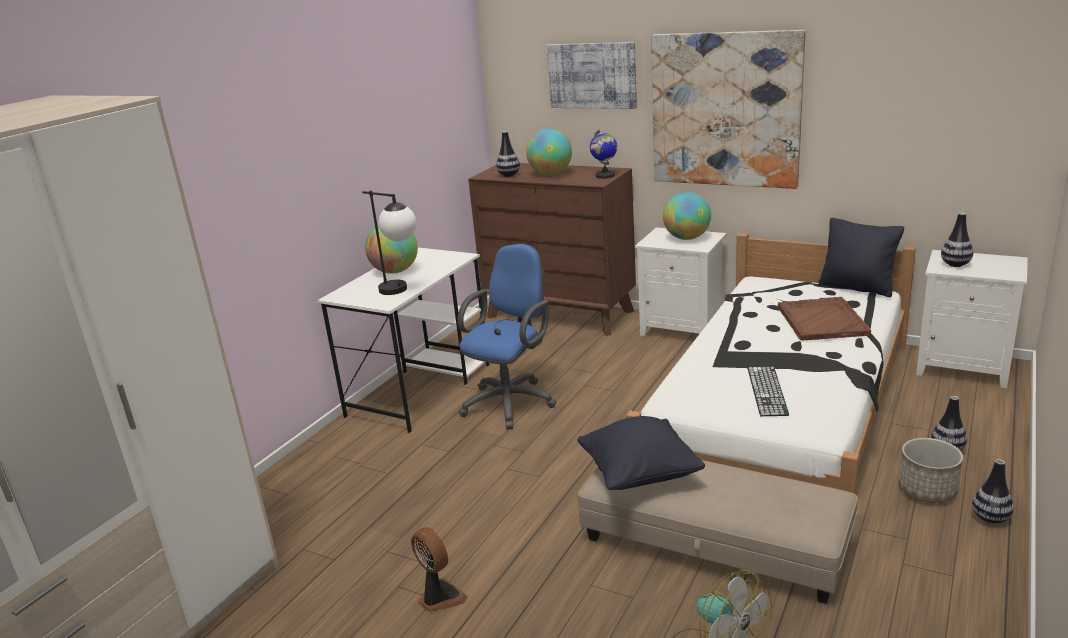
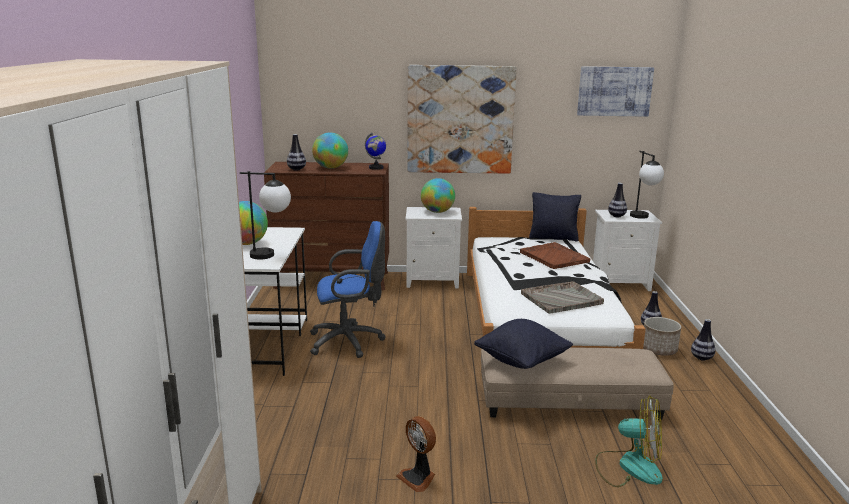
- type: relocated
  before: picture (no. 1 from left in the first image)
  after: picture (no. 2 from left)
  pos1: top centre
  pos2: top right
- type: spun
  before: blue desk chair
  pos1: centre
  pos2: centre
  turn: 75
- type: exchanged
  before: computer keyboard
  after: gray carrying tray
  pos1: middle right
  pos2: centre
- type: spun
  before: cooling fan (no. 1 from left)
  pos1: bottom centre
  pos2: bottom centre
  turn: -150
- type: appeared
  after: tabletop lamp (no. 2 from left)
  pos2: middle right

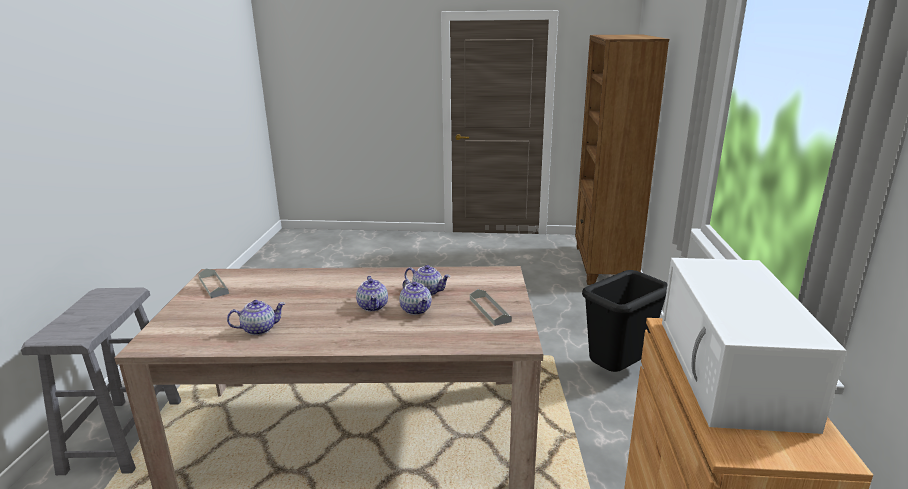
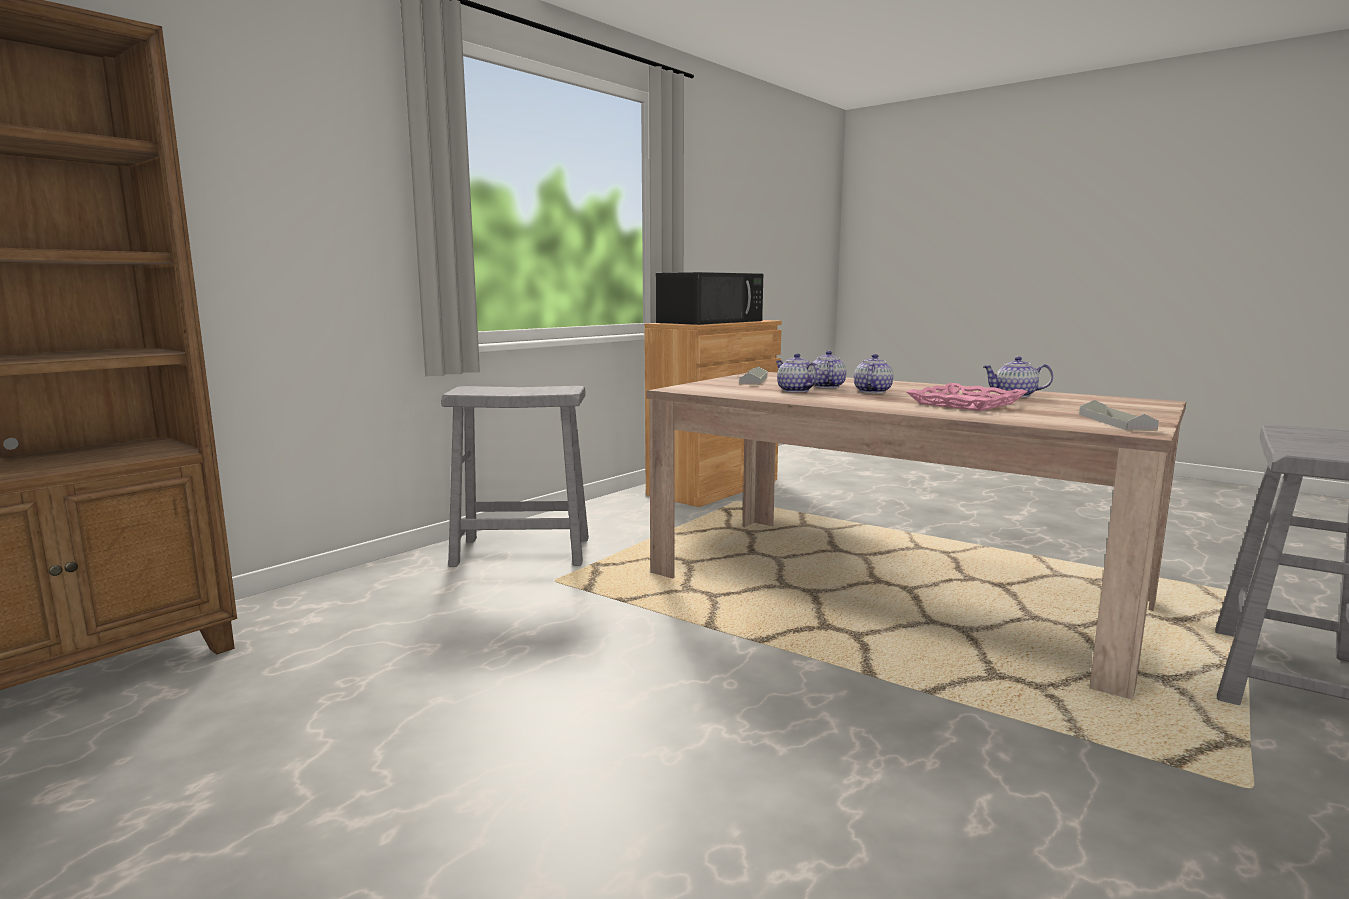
- type: colour
  before: white microwave
  after: blackish microwave
  pos1: bottom right
  pos2: top centre
- type: exchanged
  before: blackish trash can
  after: gray stool seat (no. 1 from left)
  pos1: middle right
  pos2: centre
- type: appeared
  after: pink-coloured carrying tray
  pos2: middle right

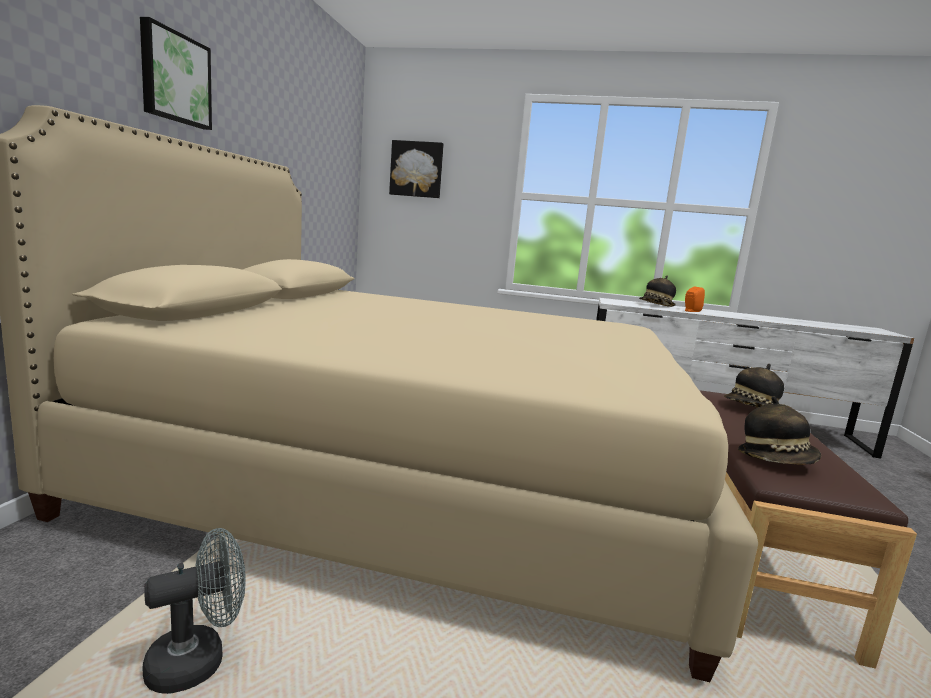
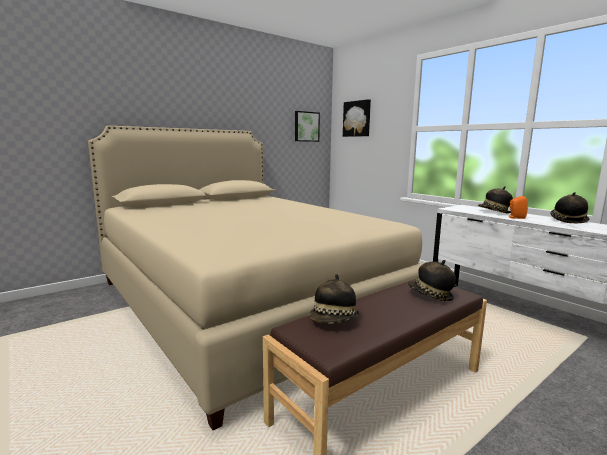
- type: relocated
  before: picture (no. 1 from left)
  pos1: top left
  pos2: top centre
- type: missing
  before: gray cooling fan
  pos1: bottom left
- type: appeared
  after: hat (no. 4 from left)
  pos2: middle right

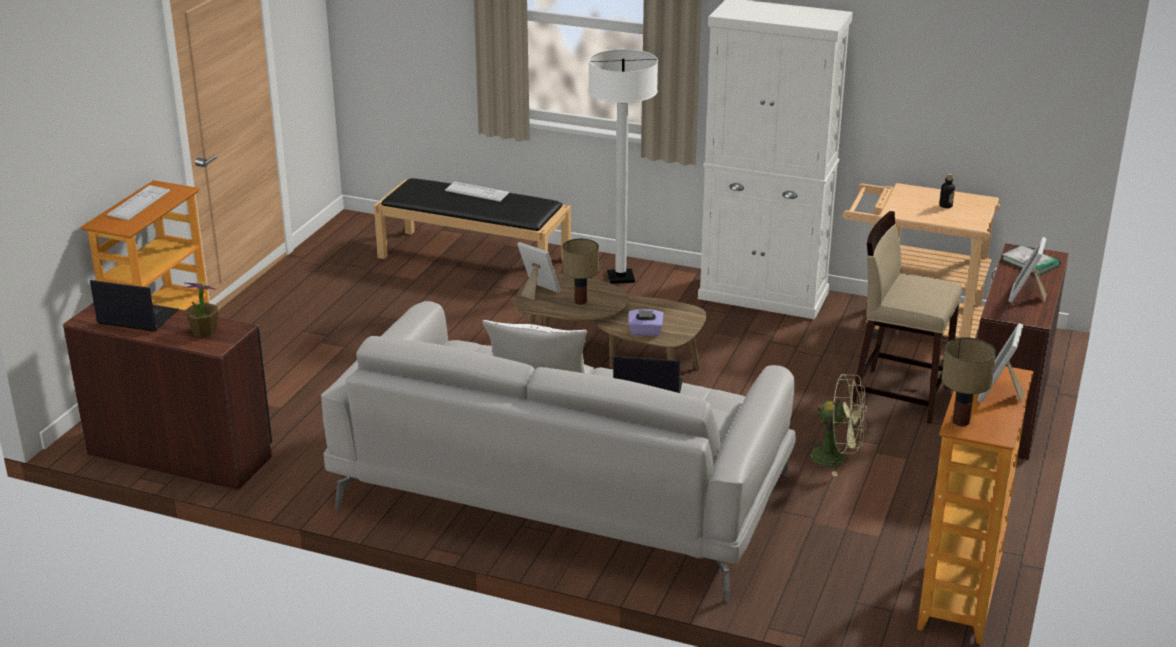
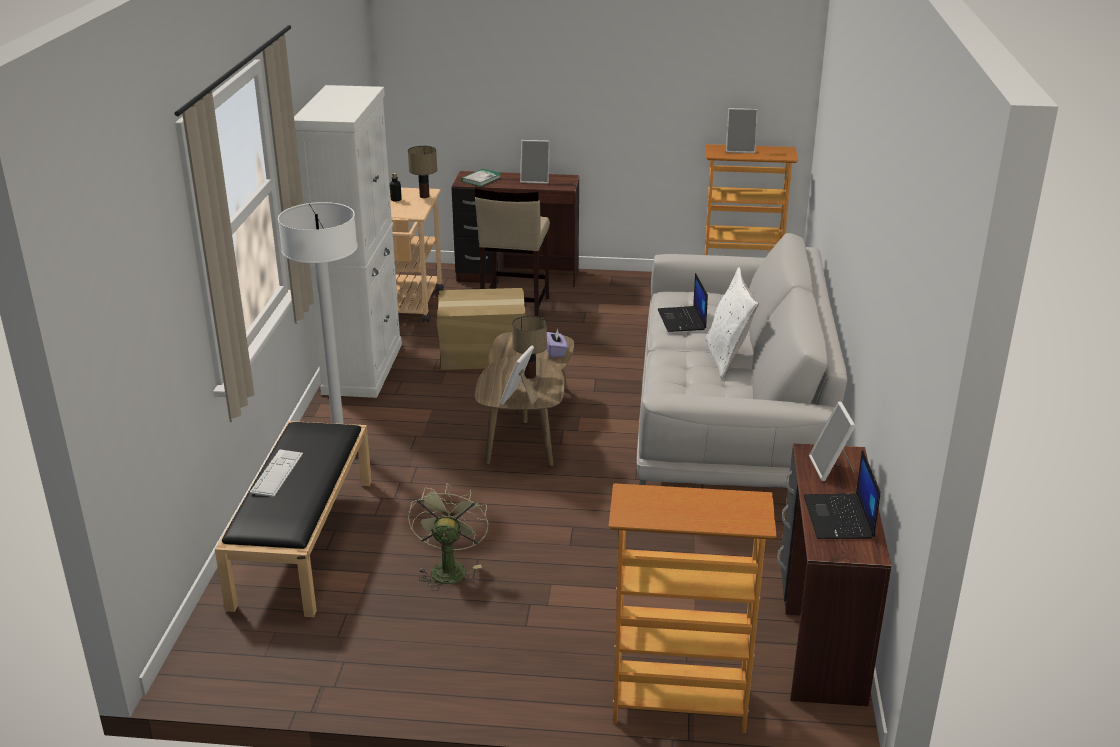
- type: missing
  before: computer keyboard (no. 1 from left)
  pos1: top left
- type: exchanged
  before: plant in a pot
  after: picture frame (no. 4 from left)
  pos1: middle left
  pos2: middle right
- type: relocated
  before: tabletop lamp (no. 2 from left in the first image)
  after: tabletop lamp (no. 1 from left)
  pos1: middle right
  pos2: top centre
- type: relocated
  before: green cooling fan
  pos1: middle right
  pos2: bottom centre
- type: appeared
  after: carton
  pos2: centre

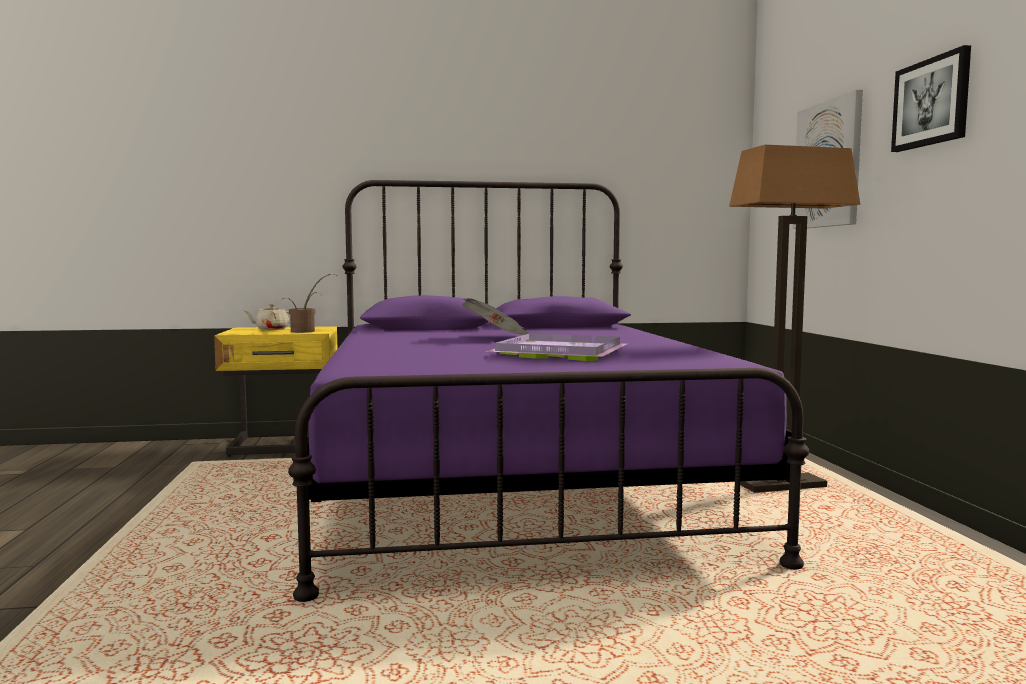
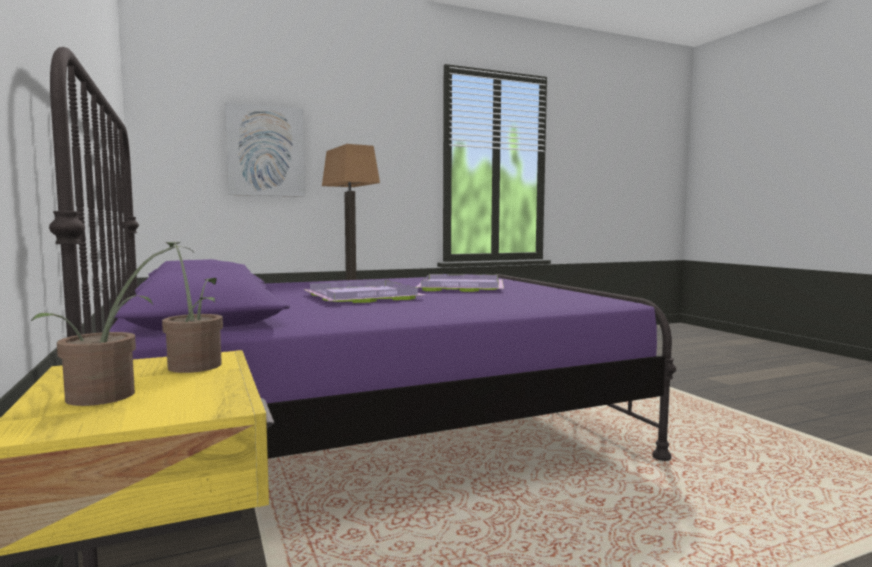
- type: missing
  before: picture (no. 2 from left)
  pos1: top right
- type: exchanged
  before: printed paper
  after: purple carrying tray (no. 1 from left)
  pos1: centre
  pos2: centre
- type: exchanged
  before: beige-coloured tea pot
  after: plant in a pot (no. 1 from left)
  pos1: middle left
  pos2: middle left

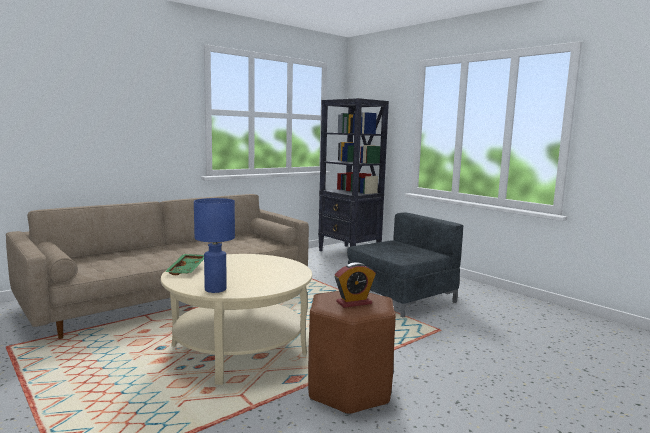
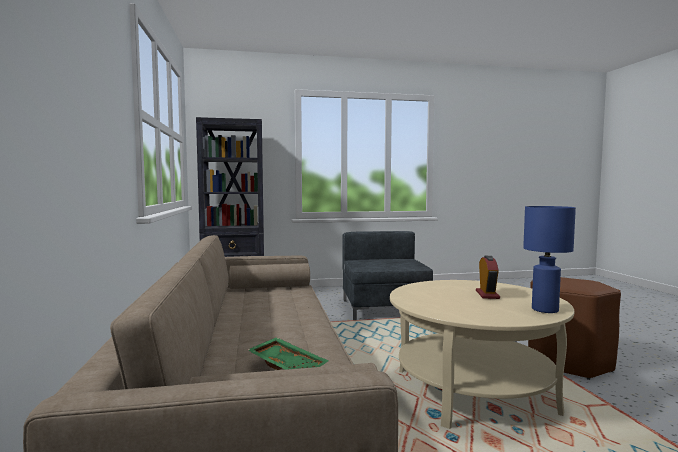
- type: relocated
  before: green carrying tray
  pos1: middle left
  pos2: bottom centre
- type: relocated
  before: table clock
  pos1: centre
  pos2: middle right

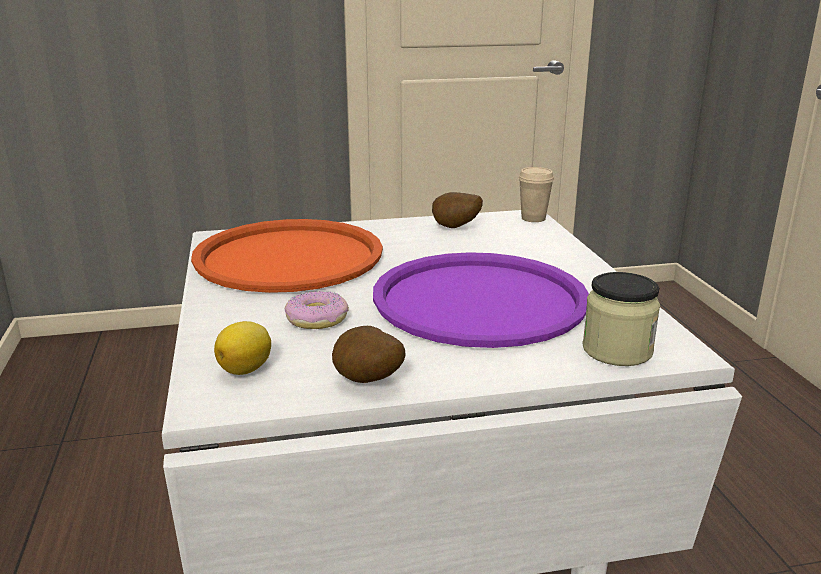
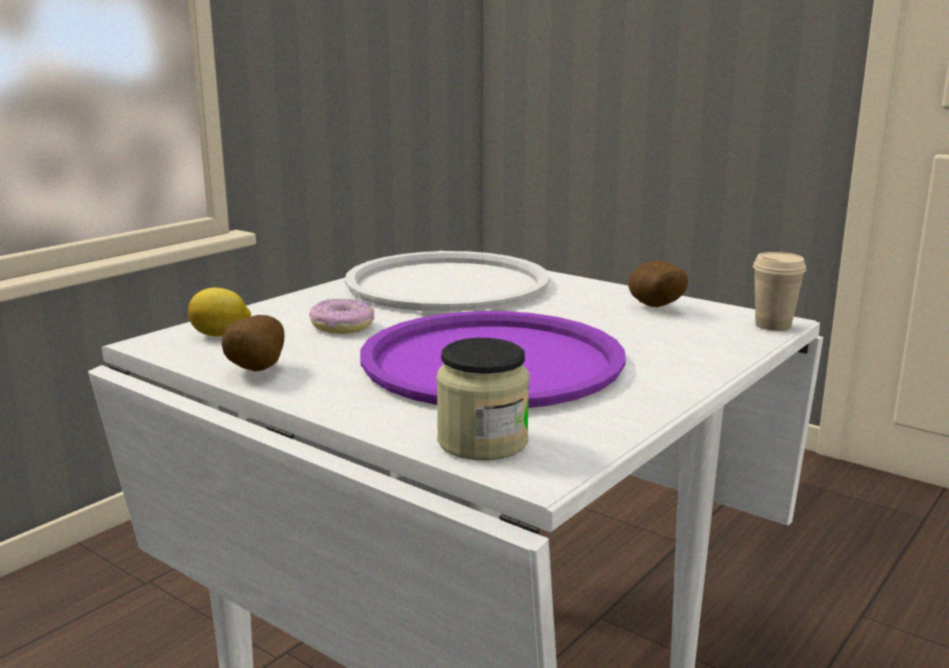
- type: colour
  before: orange carrying tray
  after: white carrying tray
  pos1: centre
  pos2: centre

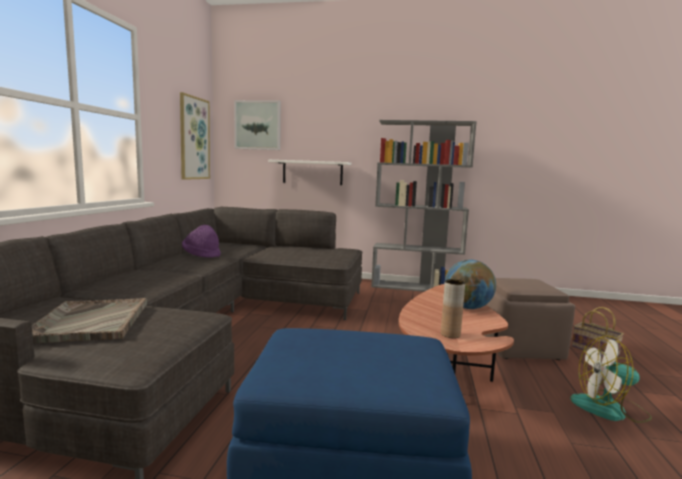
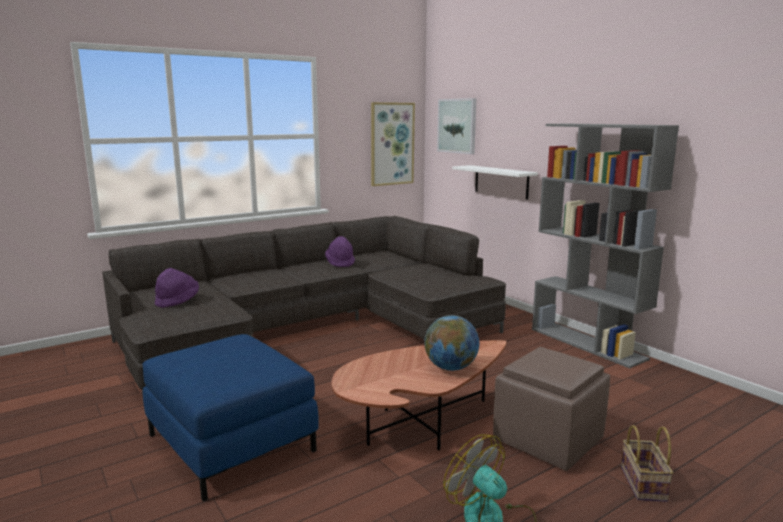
- type: missing
  before: brown-coloured flower vase
  pos1: centre
- type: exchanged
  before: gray carrying tray
  after: purple hat (no. 1 from left)
  pos1: bottom left
  pos2: middle left

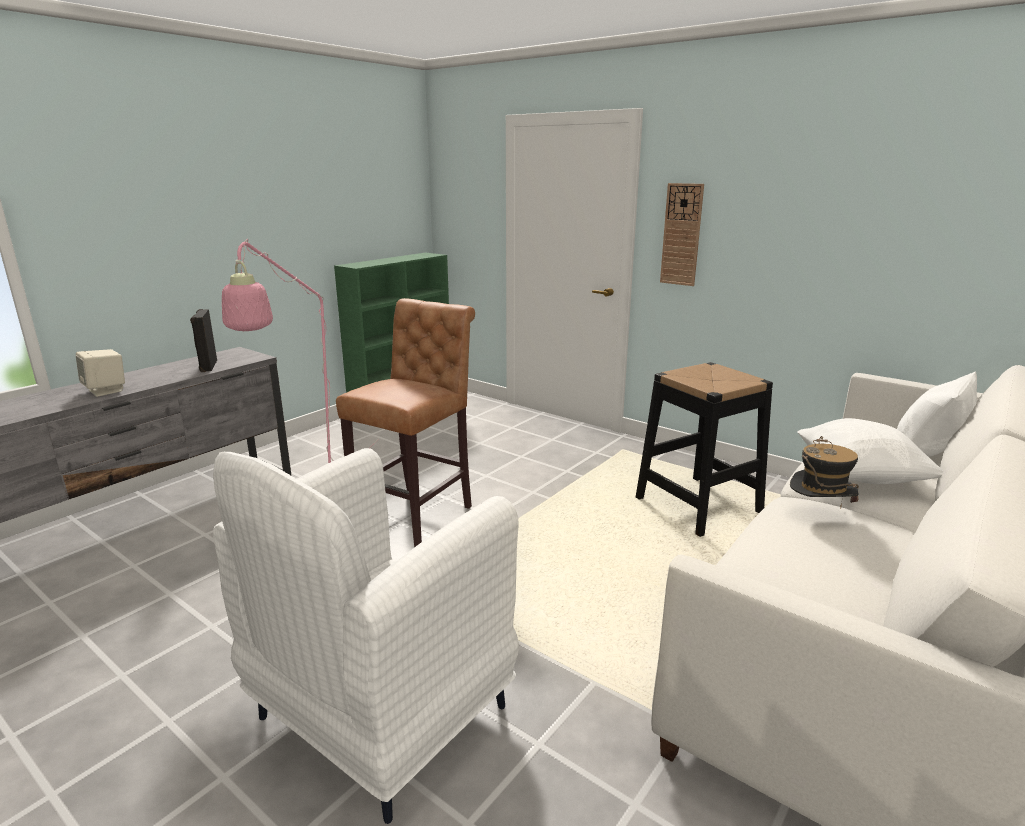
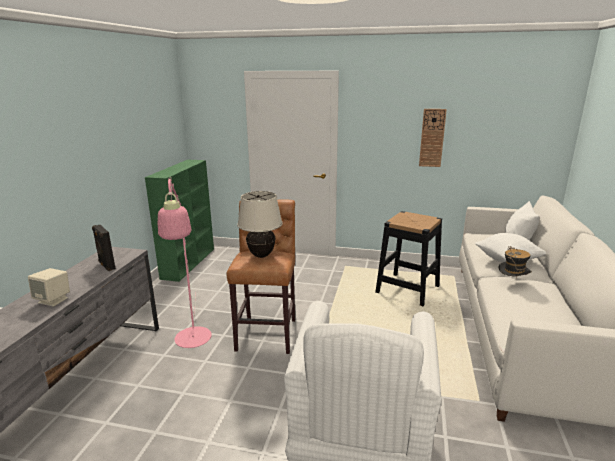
- type: relocated
  before: clock on the wall
  pos1: top centre
  pos2: top right
- type: appeared
  after: beige-coloured tabletop lamp
  pos2: centre

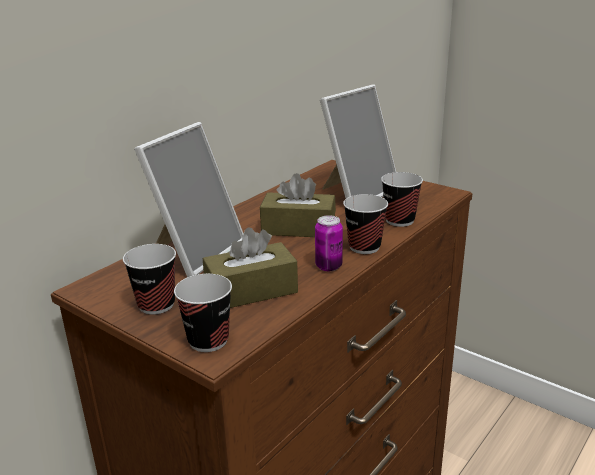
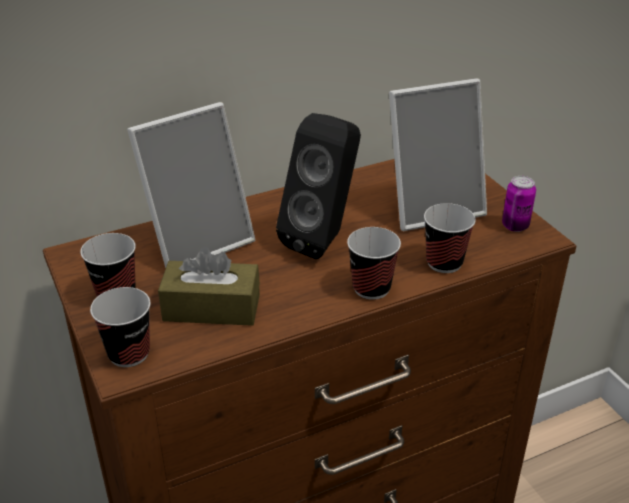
- type: exchanged
  before: brown-coloured tissue box (no. 2 from left)
  after: blackish loudspeaker
  pos1: centre
  pos2: centre
- type: relocated
  before: metal can
  pos1: centre
  pos2: middle right

